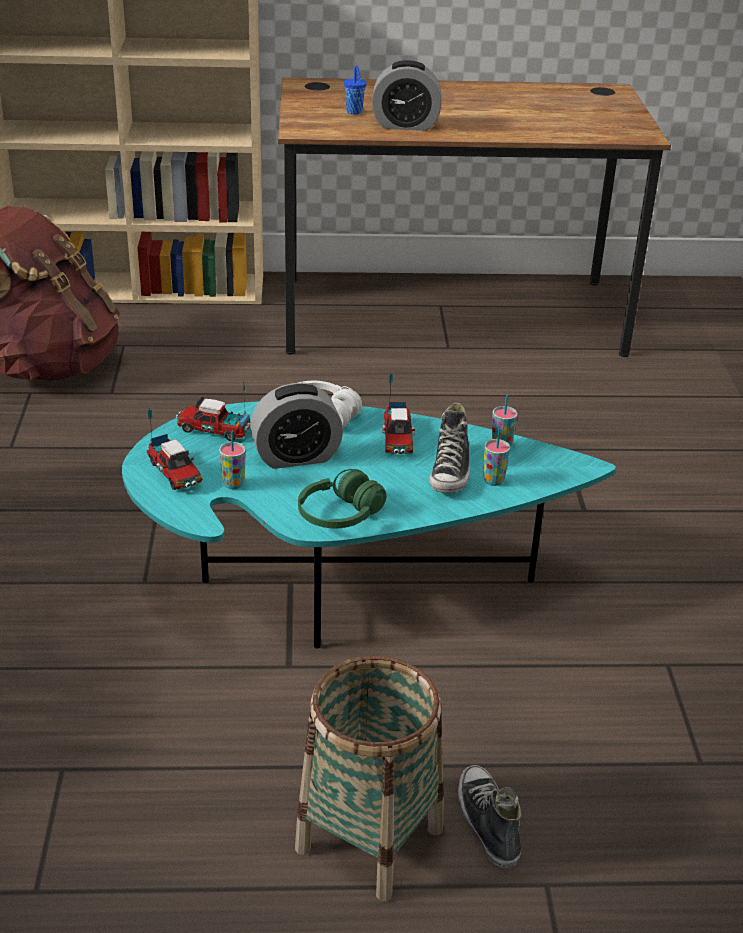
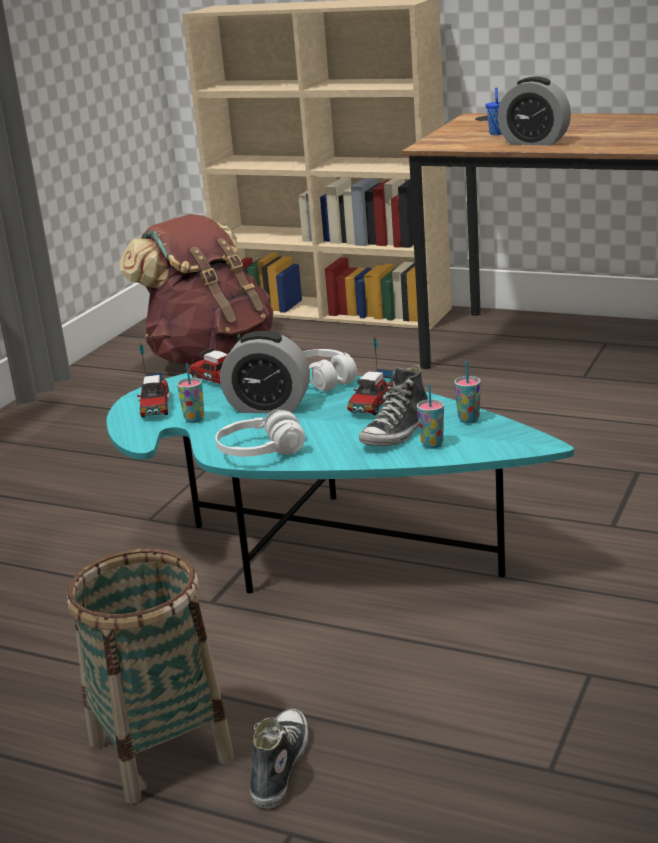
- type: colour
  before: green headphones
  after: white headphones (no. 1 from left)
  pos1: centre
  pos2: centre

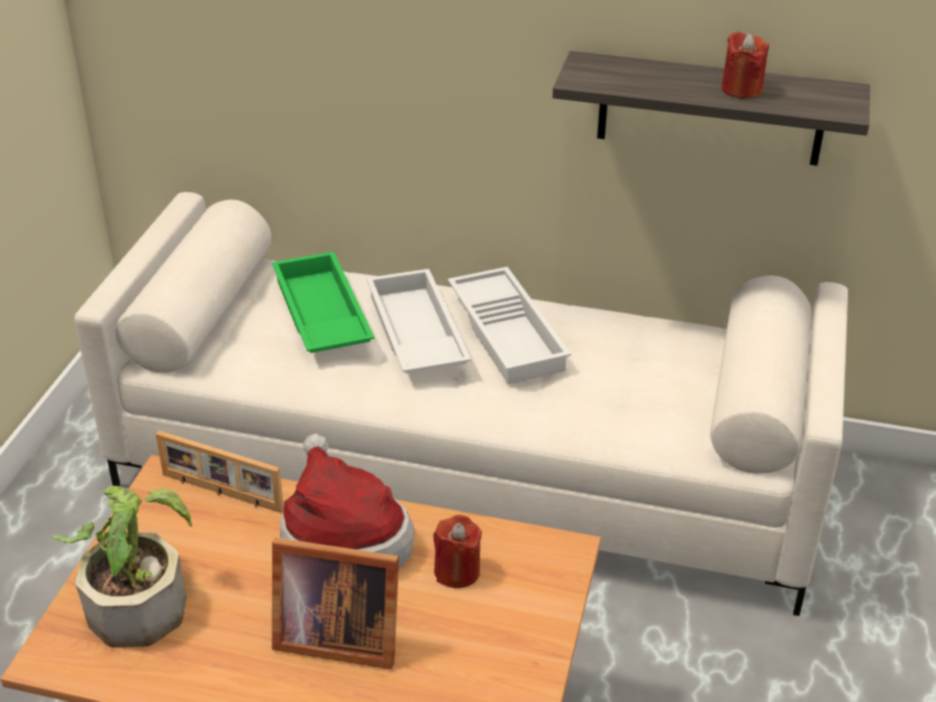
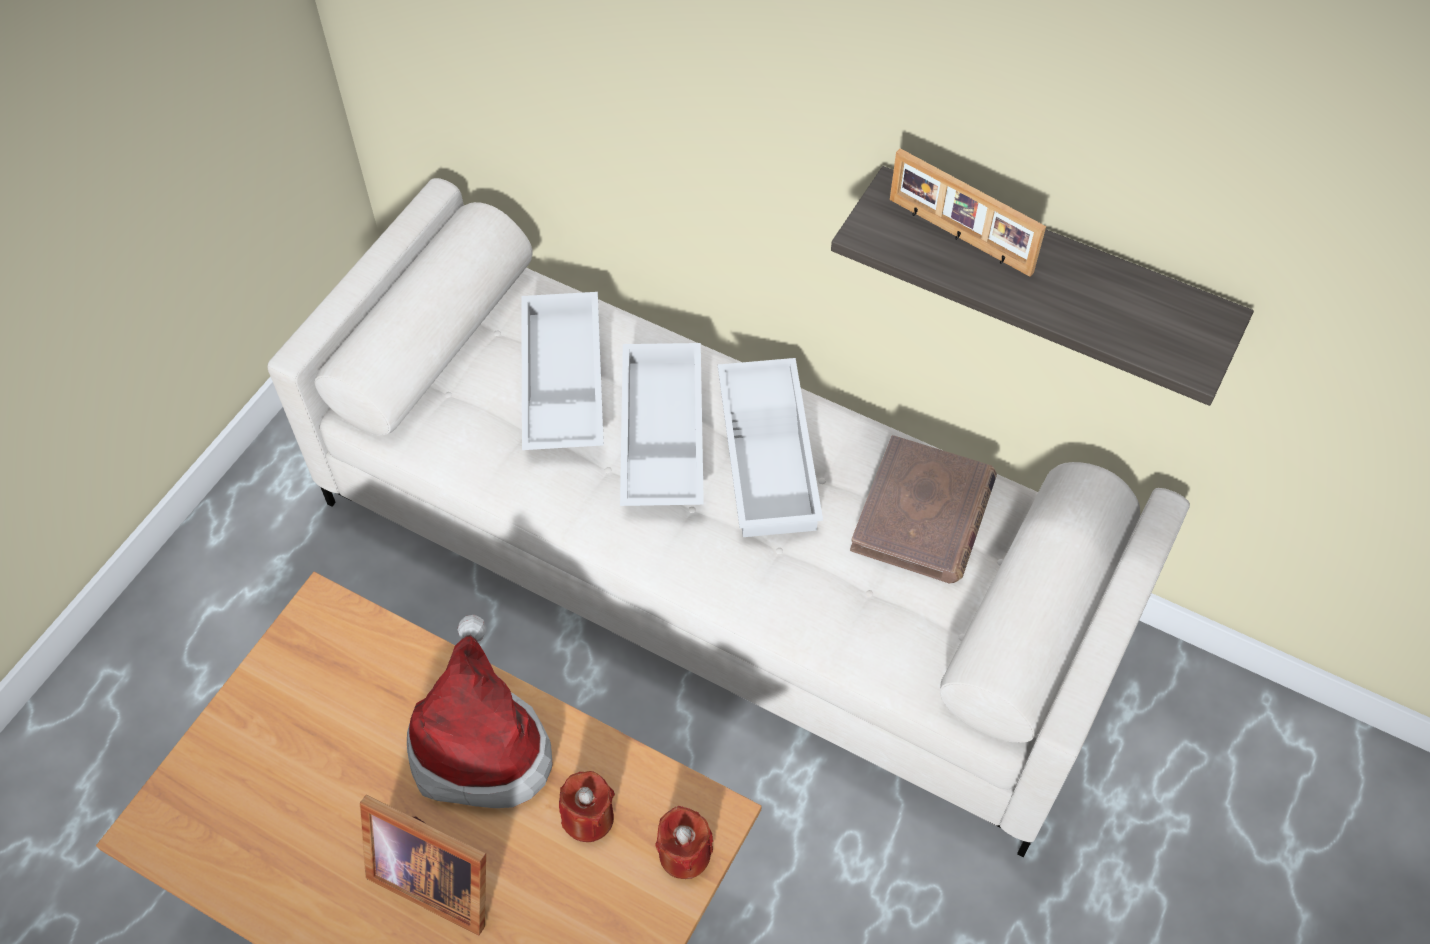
- type: relocated
  before: reddish candle (no. 2 from left)
  pos1: top right
  pos2: bottom centre
- type: colour
  before: green carrying tray
  after: white carrying tray (no. 1 from left)
  pos1: centre
  pos2: centre
- type: relocated
  before: picture frame (no. 1 from left in the first image)
  after: picture frame (no. 2 from left)
  pos1: bottom left
  pos2: top right
- type: missing
  before: plant in a pot
  pos1: bottom left
- type: appeared
  after: brown-coloured book
  pos2: centre

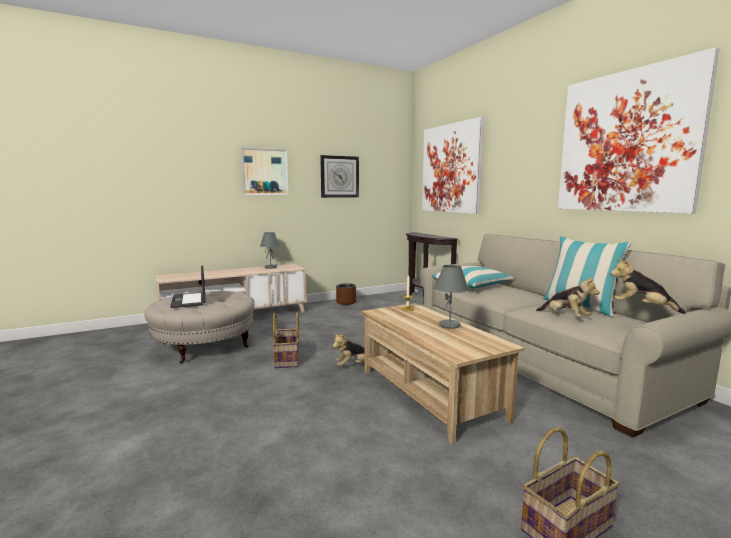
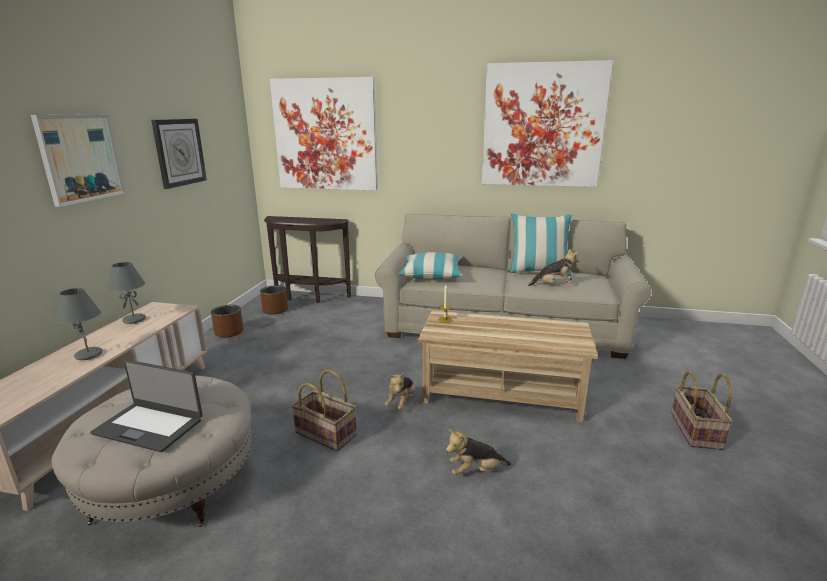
- type: relocated
  before: cuddly toy (no. 3 from left in the first image)
  after: cuddly toy (no. 2 from left)
  pos1: middle right
  pos2: bottom centre
- type: relocated
  before: gray tabletop lamp (no. 2 from left in the first image)
  after: gray tabletop lamp (no. 1 from left)
  pos1: centre
  pos2: middle left
- type: appeared
  after: brown-coloured plant pot (no. 2 from left)
  pos2: middle left

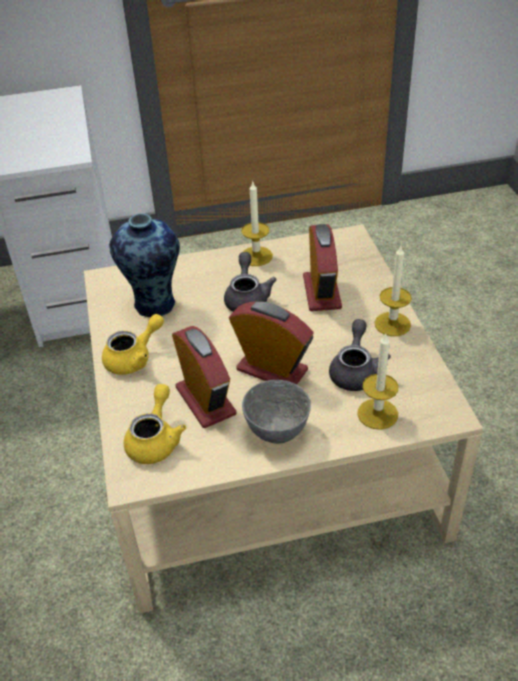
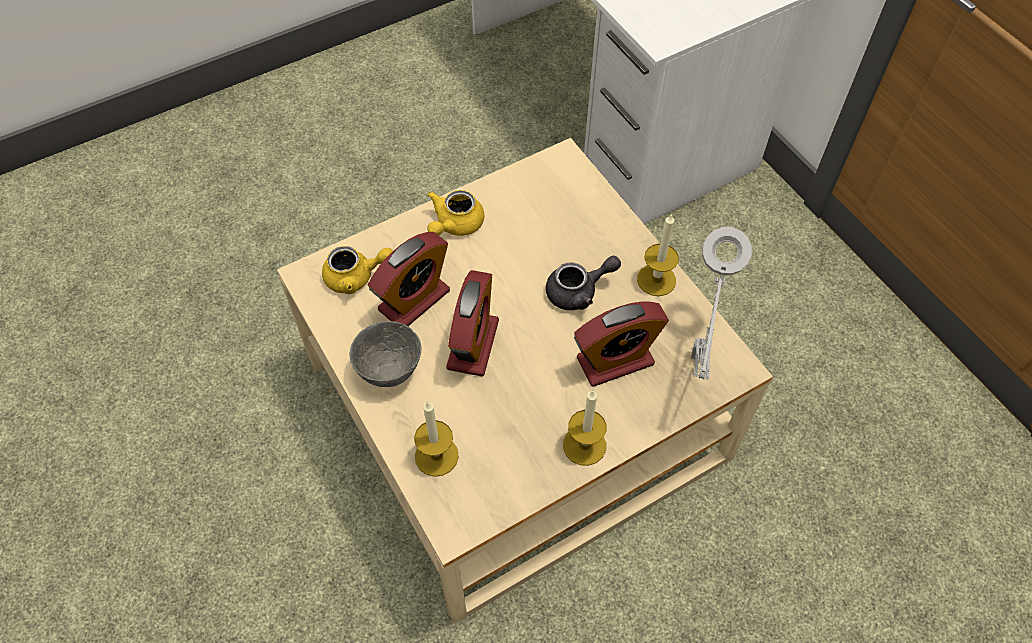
- type: missing
  before: flower vase
  pos1: middle left
- type: spun
  before: yellow tea pot (no. 1 from left in the first image)
  pos1: middle left
  pos2: top centre
  turn: 90
- type: missing
  before: gray tea pot (no. 2 from left)
  pos1: middle right
- type: appeared
  after: gray tabletop lamp
  pos2: middle right

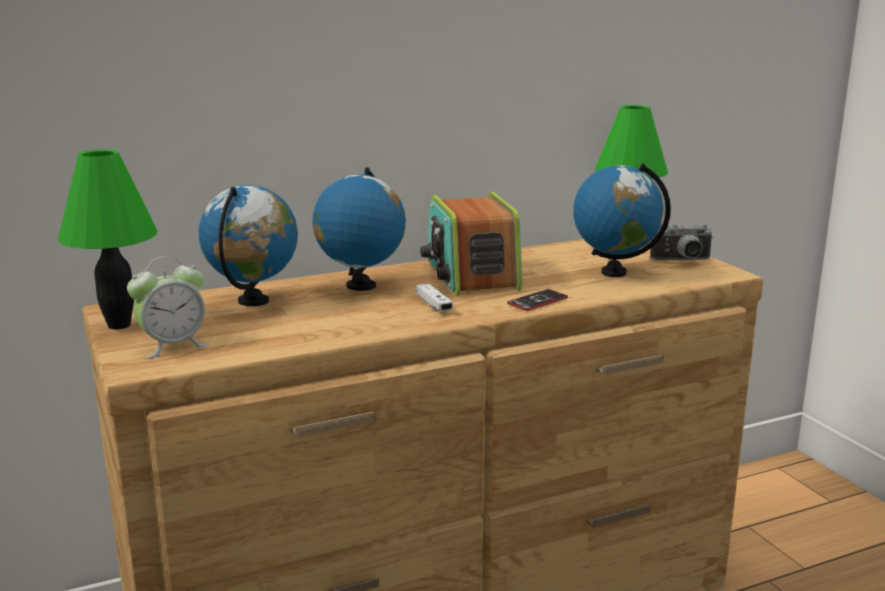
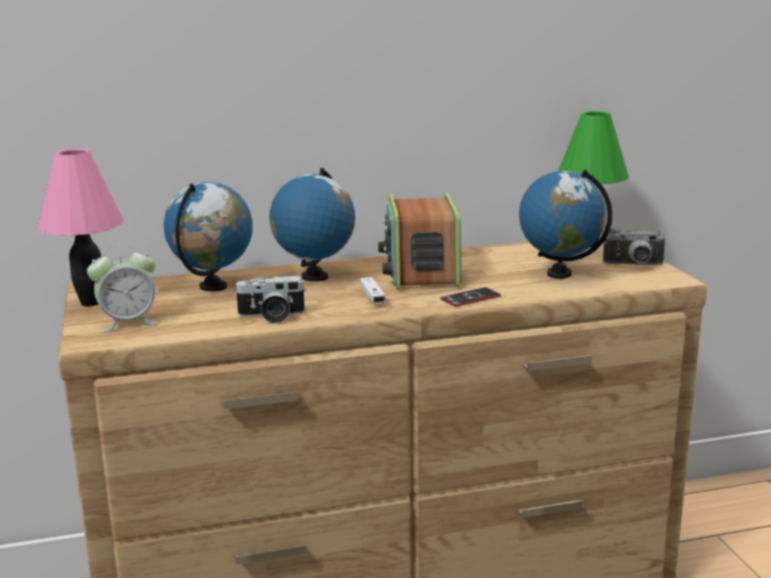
- type: colour
  before: green tabletop lamp (no. 1 from left)
  after: pink-coloured tabletop lamp
  pos1: middle left
  pos2: middle left
- type: appeared
  after: photo camera (no. 1 from left)
  pos2: centre

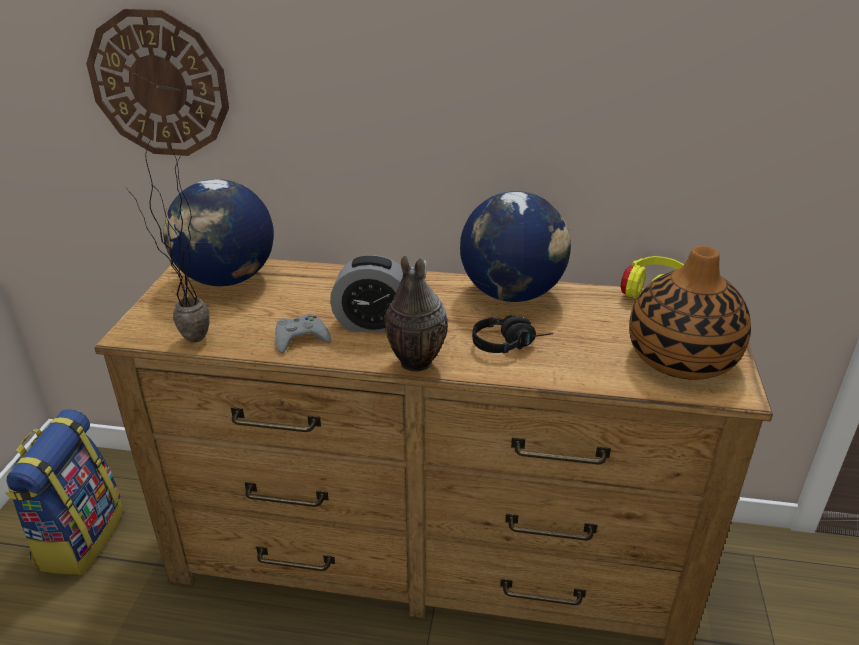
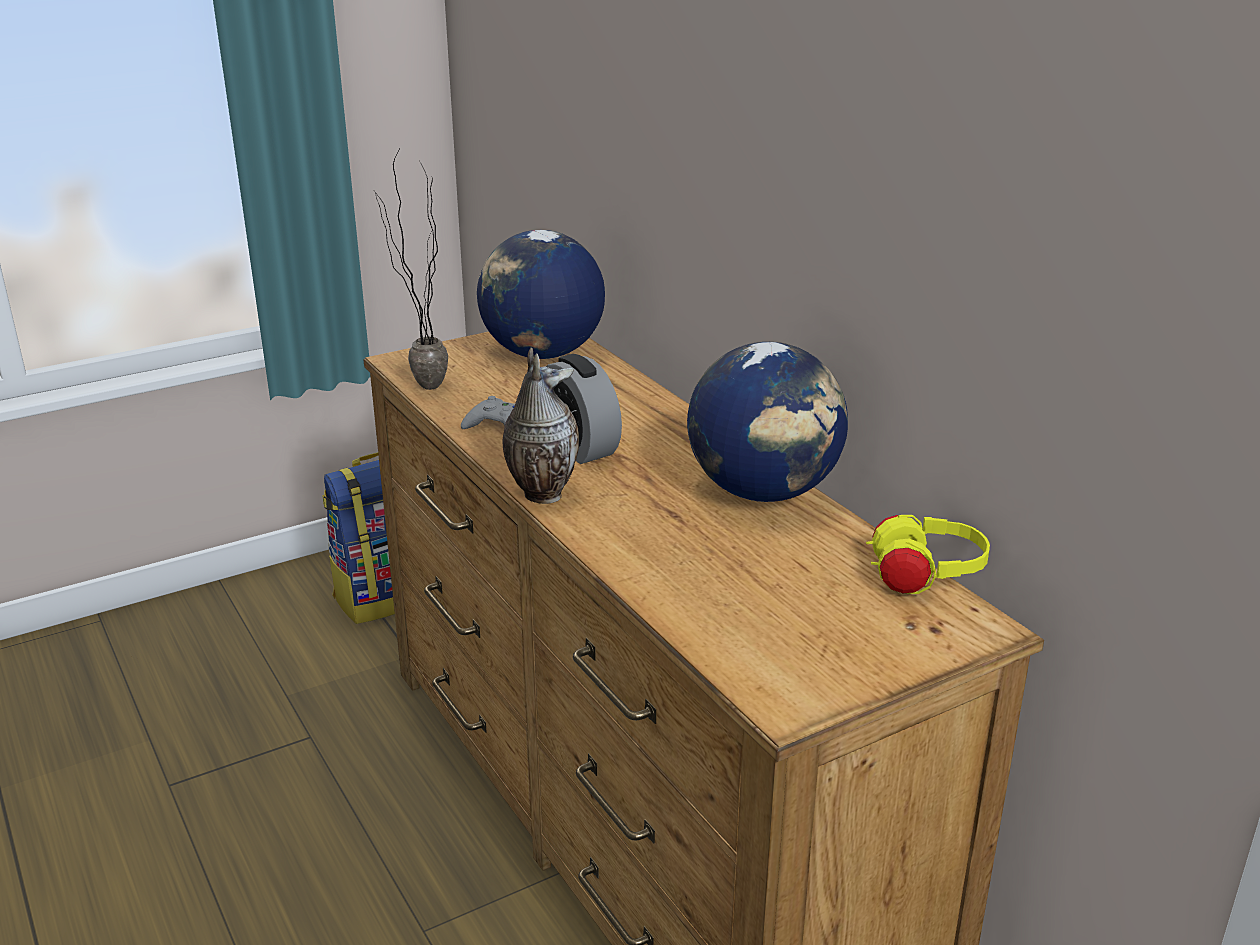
- type: missing
  before: clock on the wall
  pos1: top left
- type: missing
  before: flower vase (no. 2 from left)
  pos1: middle right
- type: missing
  before: blackish headphones
  pos1: centre

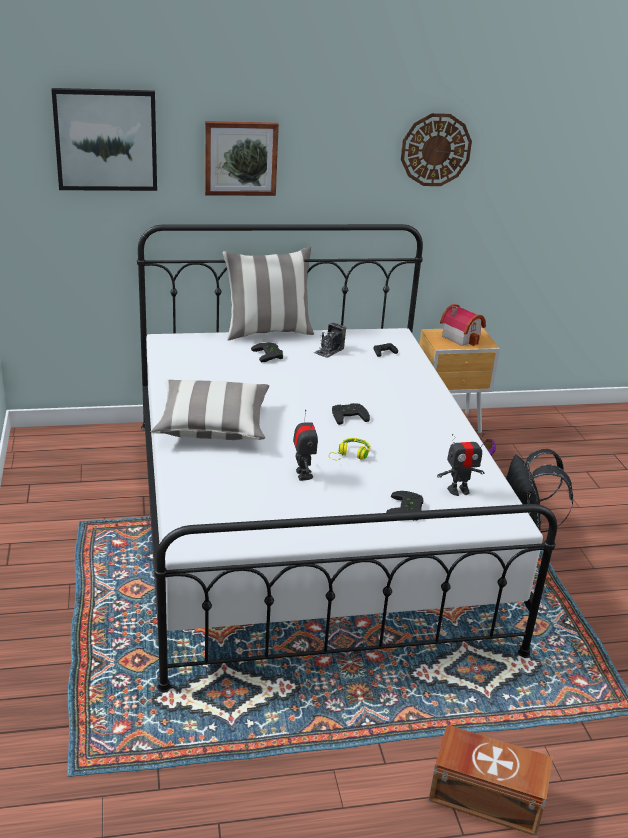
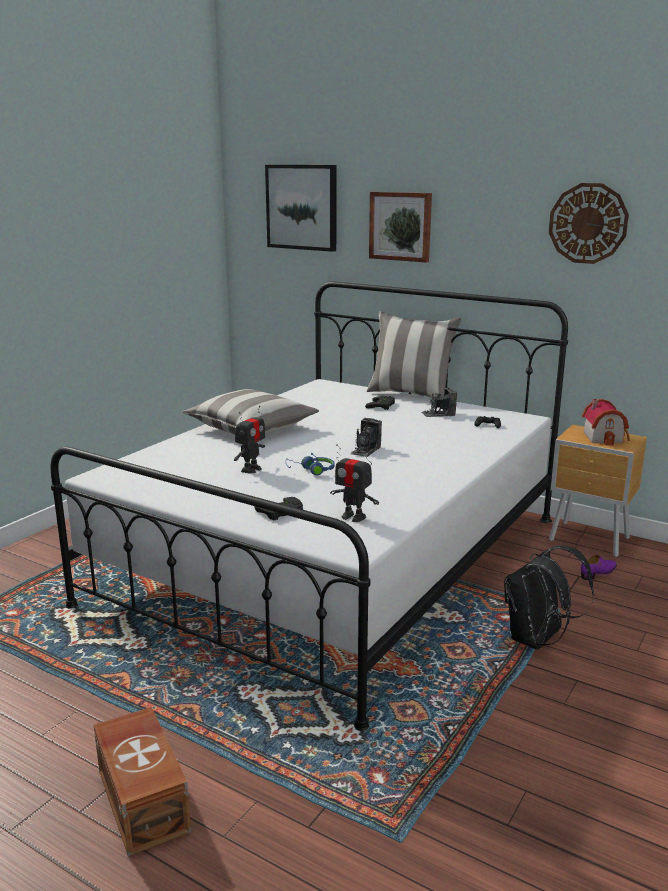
- type: exchanged
  before: blackish game controller (no. 2 from left)
  after: photo camera (no. 1 from left)
  pos1: centre
  pos2: centre
- type: colour
  before: yellow headphones
  after: blue headphones
  pos1: centre
  pos2: centre

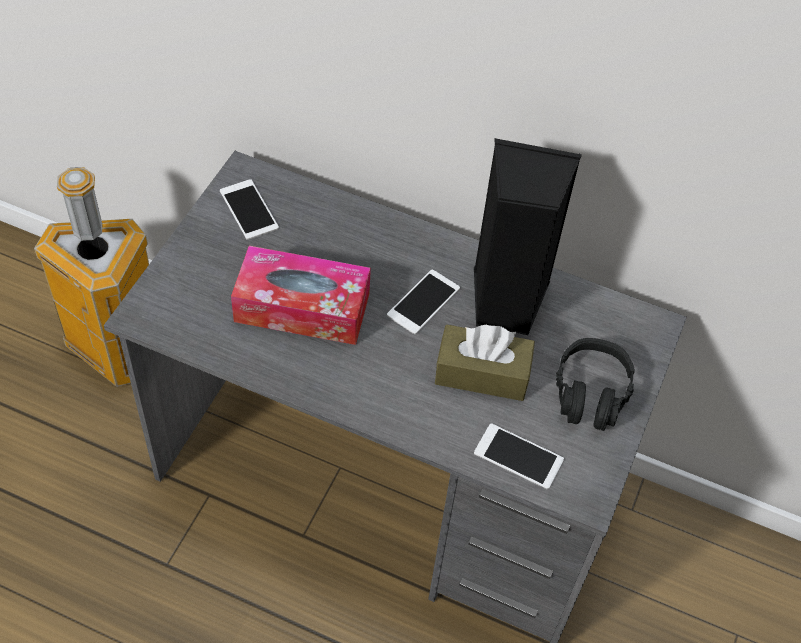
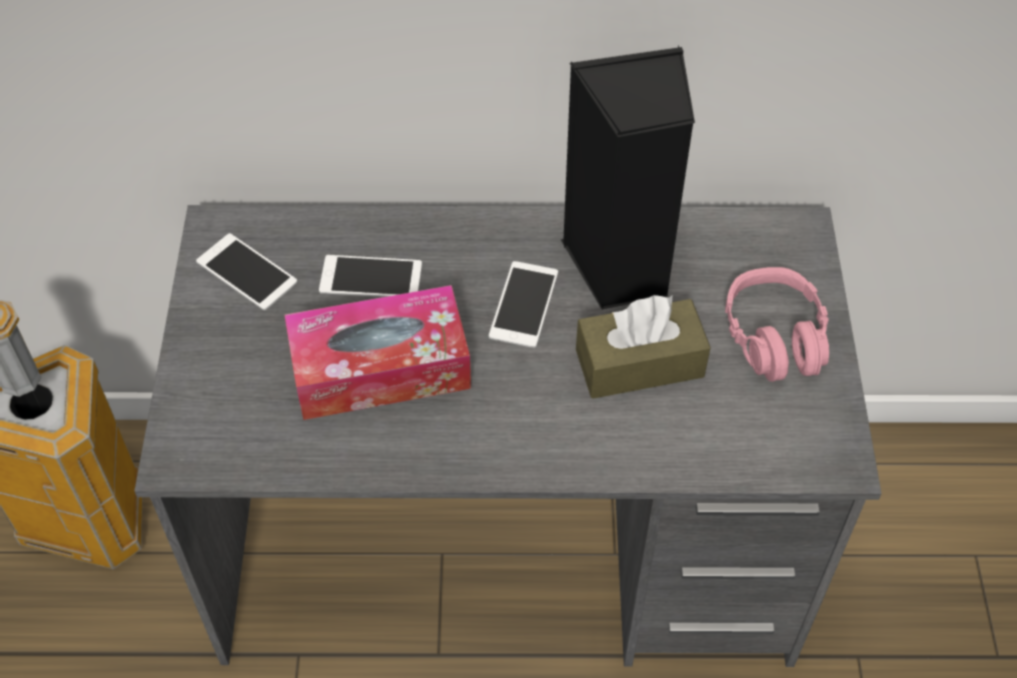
- type: colour
  before: blackish headphones
  after: pink-coloured headphones
  pos1: middle right
  pos2: middle right
- type: relocated
  before: handset (no. 3 from left in the first image)
  after: handset (no. 2 from left)
  pos1: bottom centre
  pos2: centre

